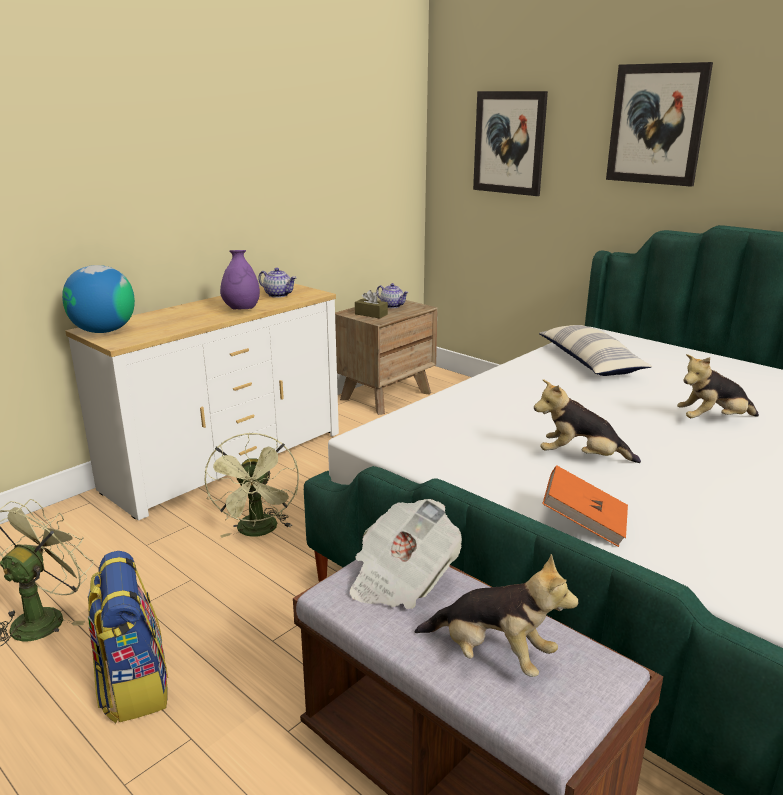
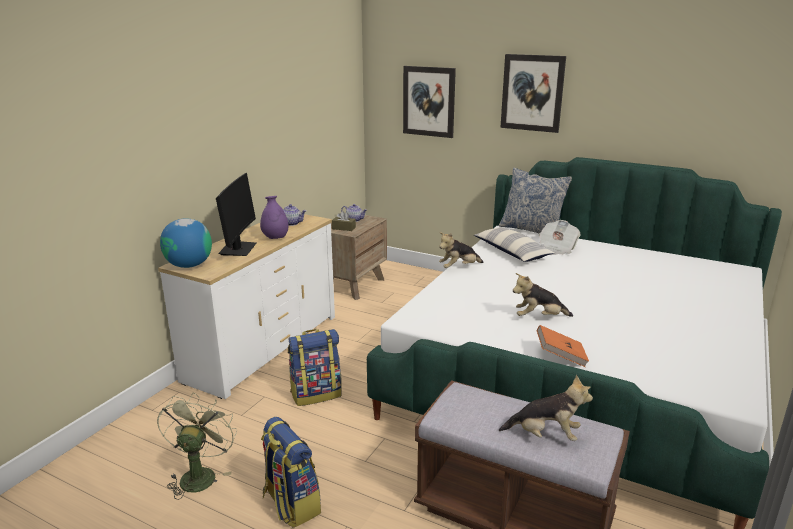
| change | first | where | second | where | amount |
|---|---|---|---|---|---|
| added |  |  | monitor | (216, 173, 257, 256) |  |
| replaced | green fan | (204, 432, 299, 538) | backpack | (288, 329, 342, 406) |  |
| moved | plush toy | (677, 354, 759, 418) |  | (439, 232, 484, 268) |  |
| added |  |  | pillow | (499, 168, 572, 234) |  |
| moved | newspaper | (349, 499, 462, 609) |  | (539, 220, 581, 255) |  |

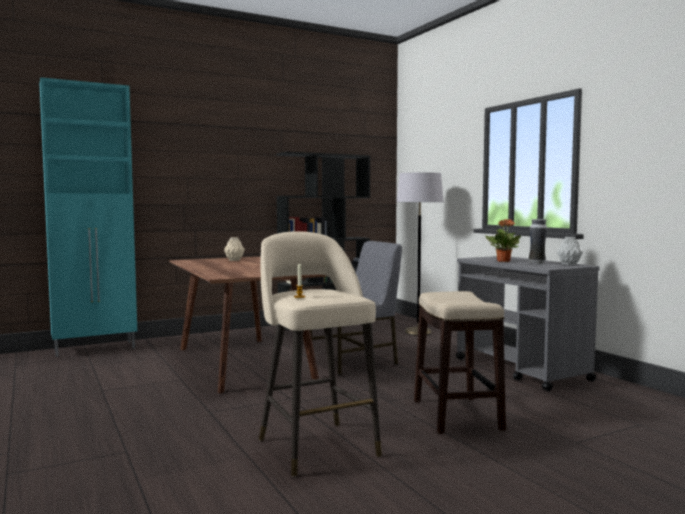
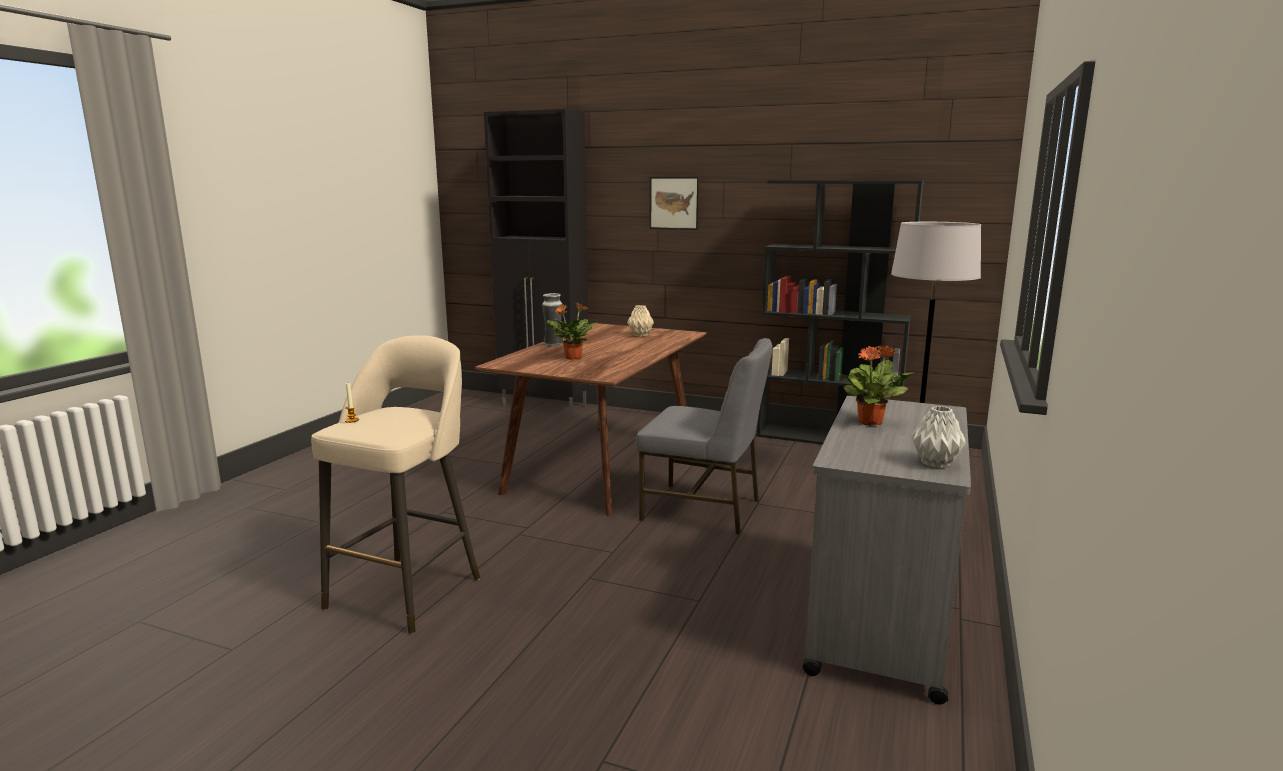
| change | first | where | second | where | amount |
|---|---|---|---|---|---|
| recoloured | turquoise cabinet | (40, 77, 137, 357) | black cabinet | (484, 109, 589, 415) |  |
| moved | vase | (529, 219, 547, 263) |  | (542, 293, 563, 347) |  |
| added |  |  | potted plant | (547, 302, 597, 360) |  |
| added |  |  | picture | (649, 177, 699, 230) |  |
| removed | stool | (414, 291, 506, 434) |  |  |  |

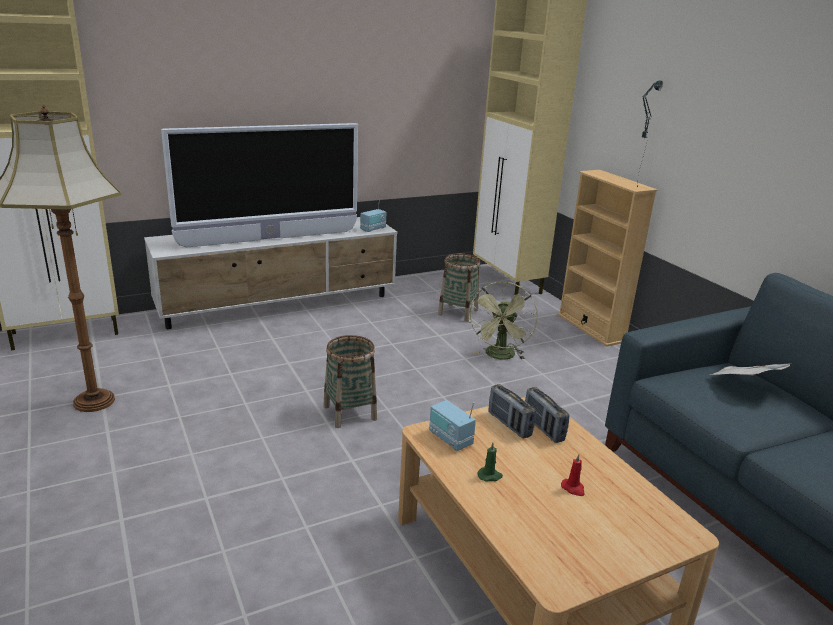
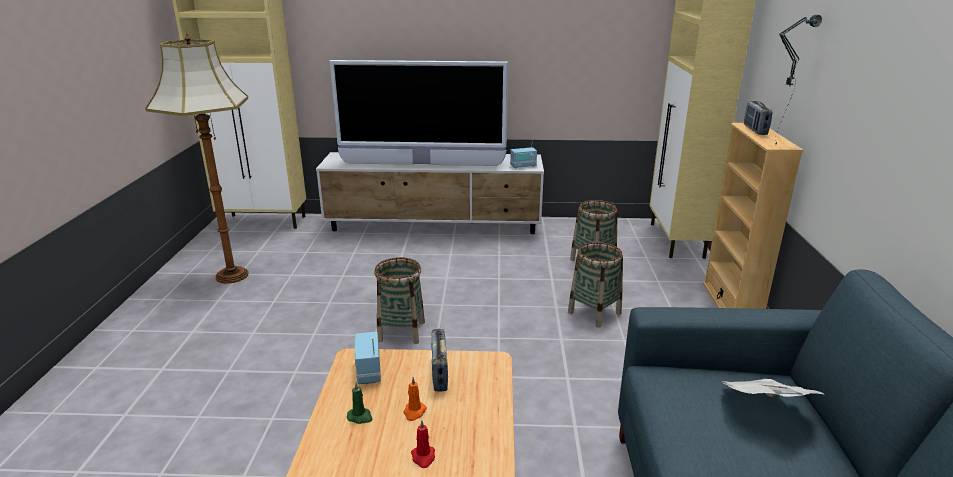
| change | first | where | second | where | amount |
|---|---|---|---|---|---|
| added |  |  | orange candle | (403, 377, 427, 421) |  |
| replaced | green fan | (469, 282, 538, 360) | basket | (568, 242, 623, 327) |  |
| moved | radio | (525, 387, 569, 443) |  | (744, 101, 773, 135) |  |

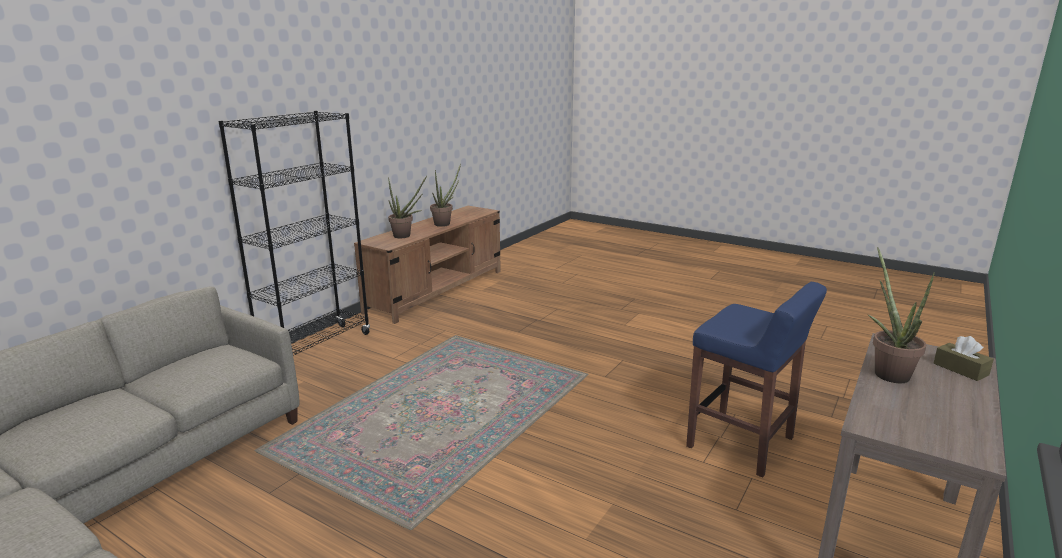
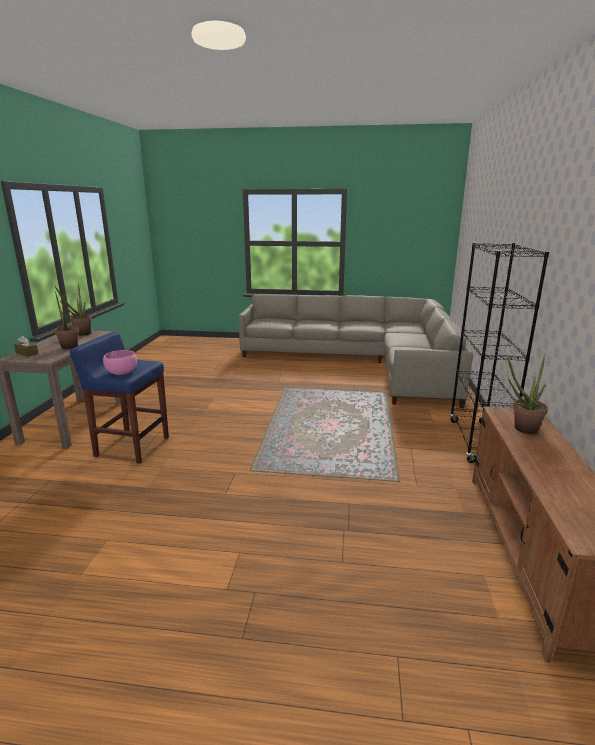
| change | first | where | second | where | amount |
|---|---|---|---|---|---|
| moved | potted plant | (430, 163, 461, 227) |  | (55, 284, 92, 336) |  |
| added |  |  | pink bowl | (103, 350, 137, 375) |  |

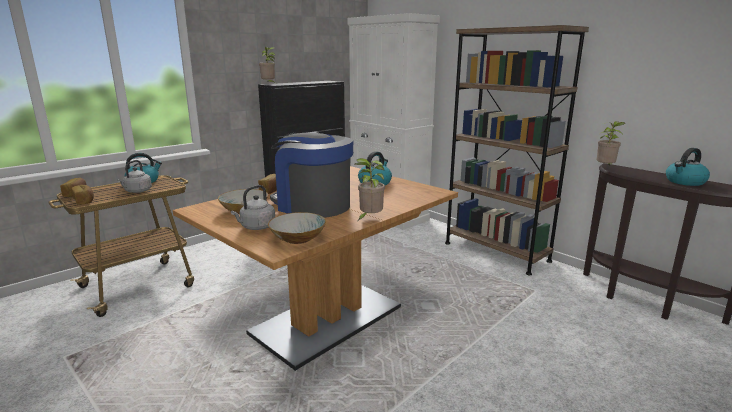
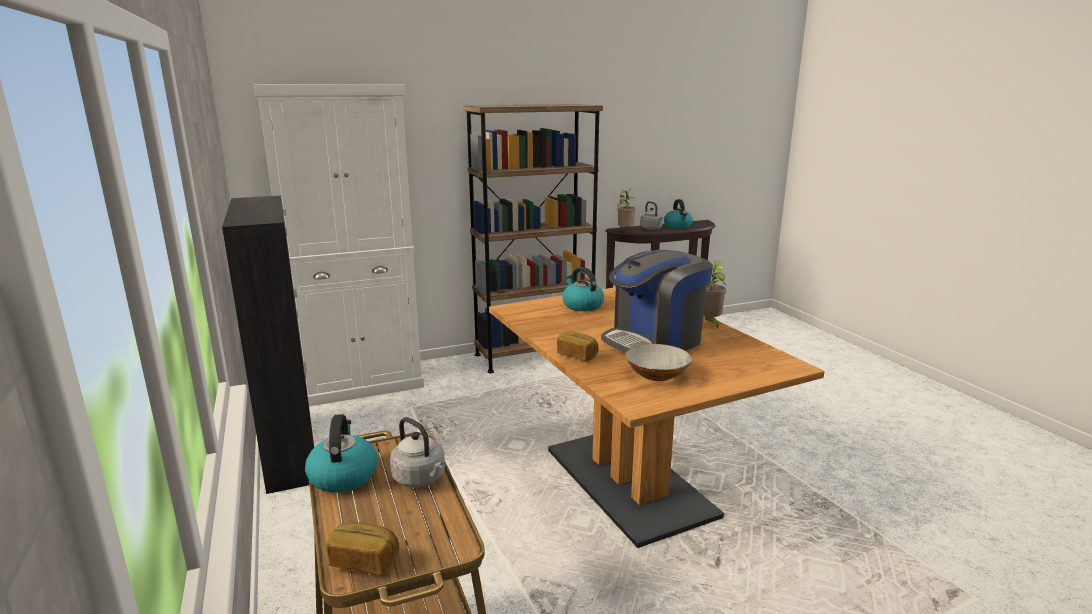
| change | first | where | second | where | amount |
|---|---|---|---|---|---|
| moved | grey kettle | (231, 185, 275, 230) |  | (640, 201, 663, 230) |  |
| removed | bread | (71, 185, 94, 205) |  |  |  |
| removed | potted plant | (259, 47, 276, 83) |  |  |  |
| removed | bowl | (268, 212, 326, 244) |  |  |  |

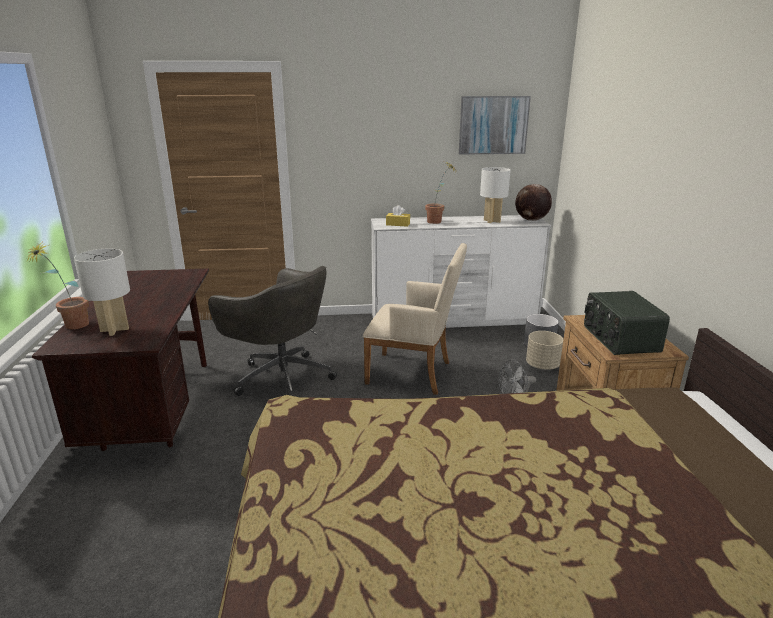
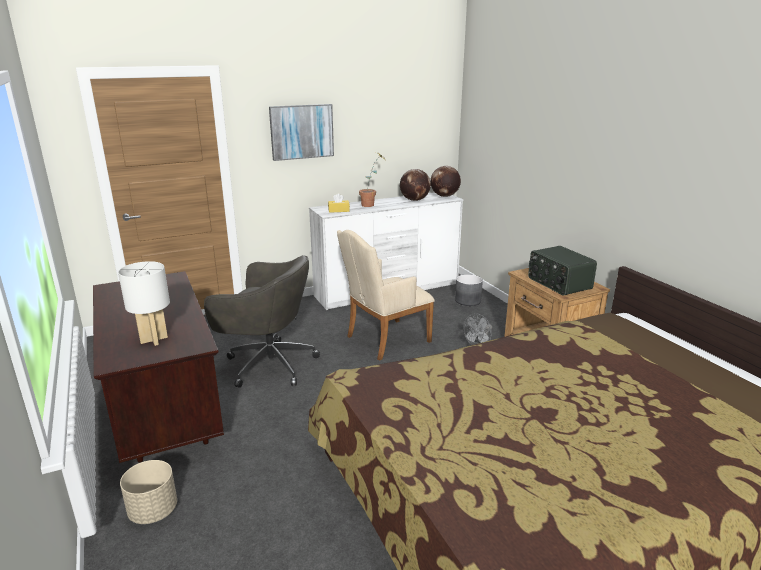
| change | first | where | second | where | amount |
|---|---|---|---|---|---|
| moved | beige planter | (526, 331, 563, 370) |  | (120, 460, 177, 524) |  |
| moved | picture | (459, 96, 531, 155) |  | (269, 104, 334, 161) |  |
| turned | beige armchair | (363, 243, 467, 395) |  | (337, 230, 435, 361) | 150 degrees clockwise |
| replaced | white table lamp | (480, 167, 511, 223) | globe | (400, 169, 431, 201) |  |
| removed | potted plant | (25, 241, 89, 329) |  |  |  |

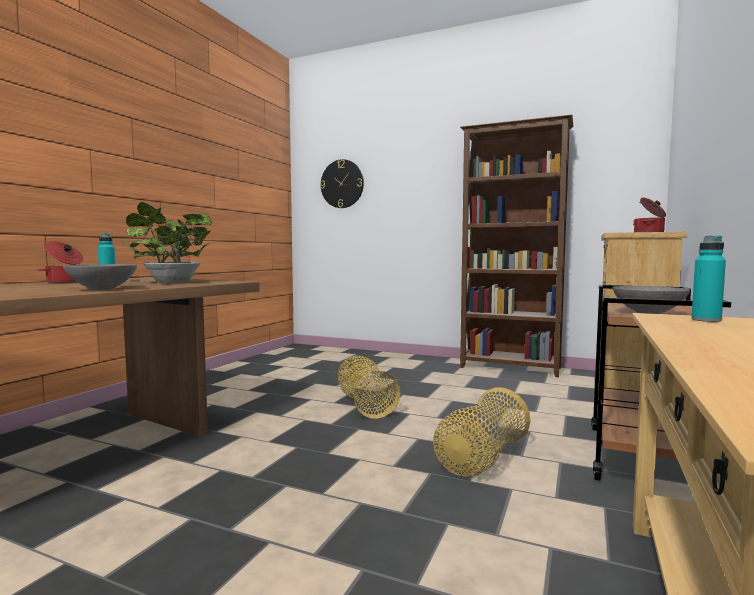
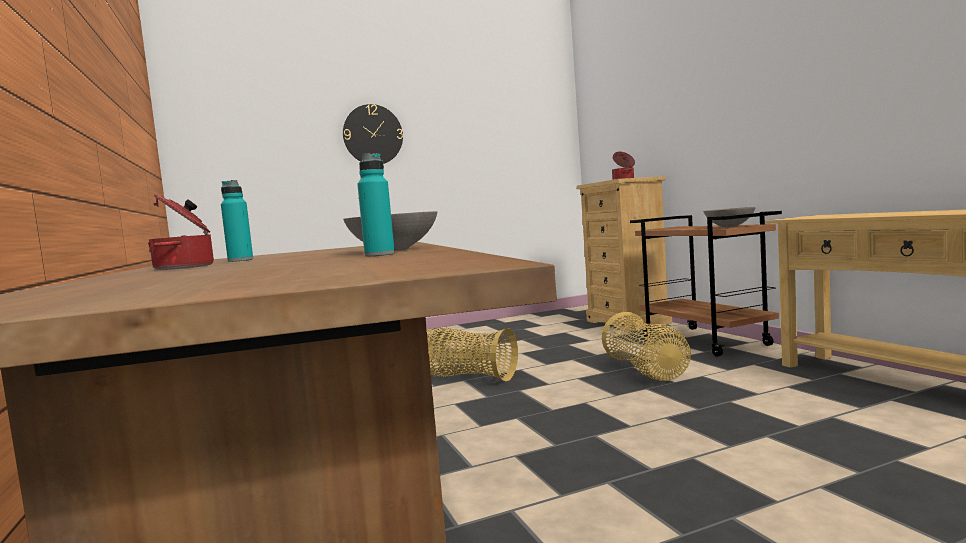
| change | first | where | second | where | amount |
|---|---|---|---|---|---|
| moved | wall clock | (320, 159, 364, 208) |  | (343, 104, 403, 164) |  |
| moved | turquoise bottle | (691, 236, 726, 322) |  | (357, 153, 395, 257) |  |
| removed | potted plant | (123, 202, 212, 284) |  |  |  |
| removed | brown bookcase | (460, 115, 574, 377) |  |  |  |

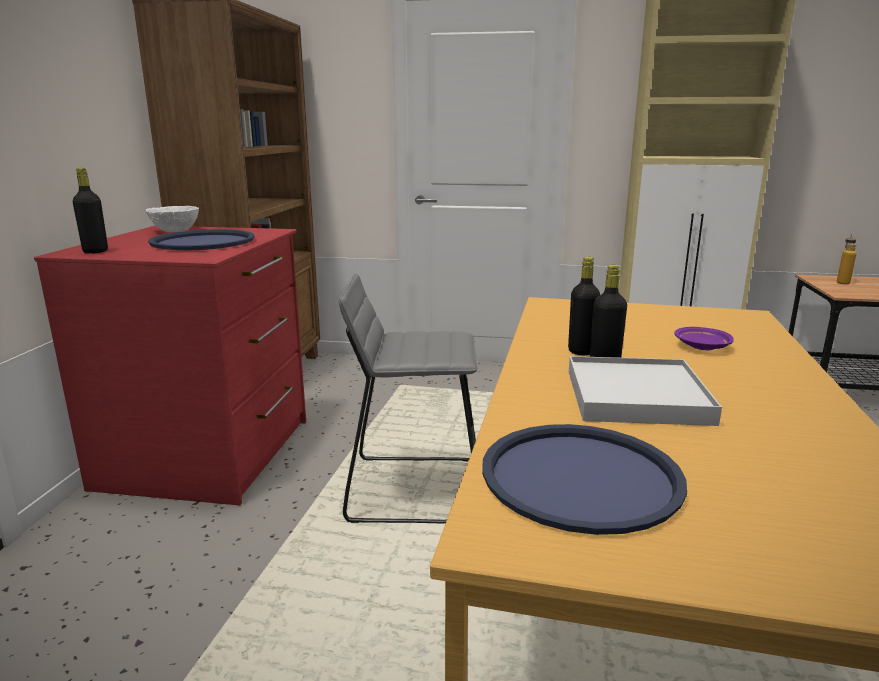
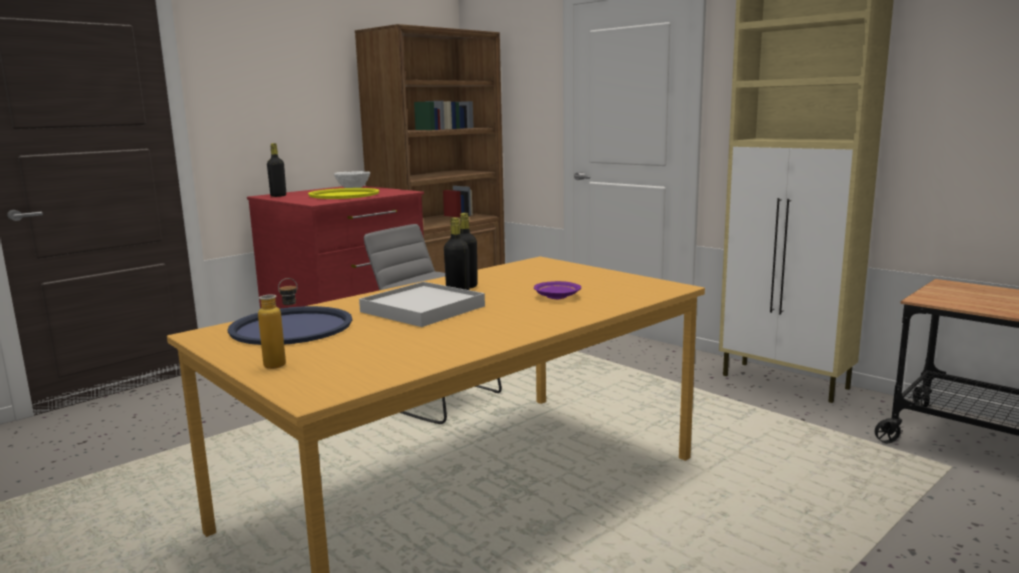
| change | first | where | second | where | amount |
|---|---|---|---|---|---|
| moved | bottle | (837, 234, 857, 284) |  | (258, 278, 297, 369) |  |
| recoloured | blue tray | (148, 229, 255, 250) | yellow tray | (308, 188, 379, 199) |  |

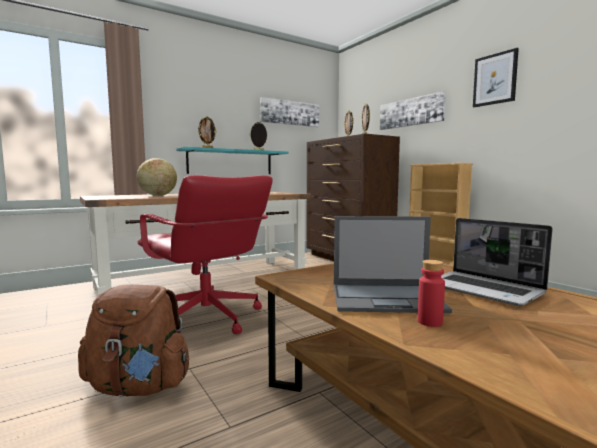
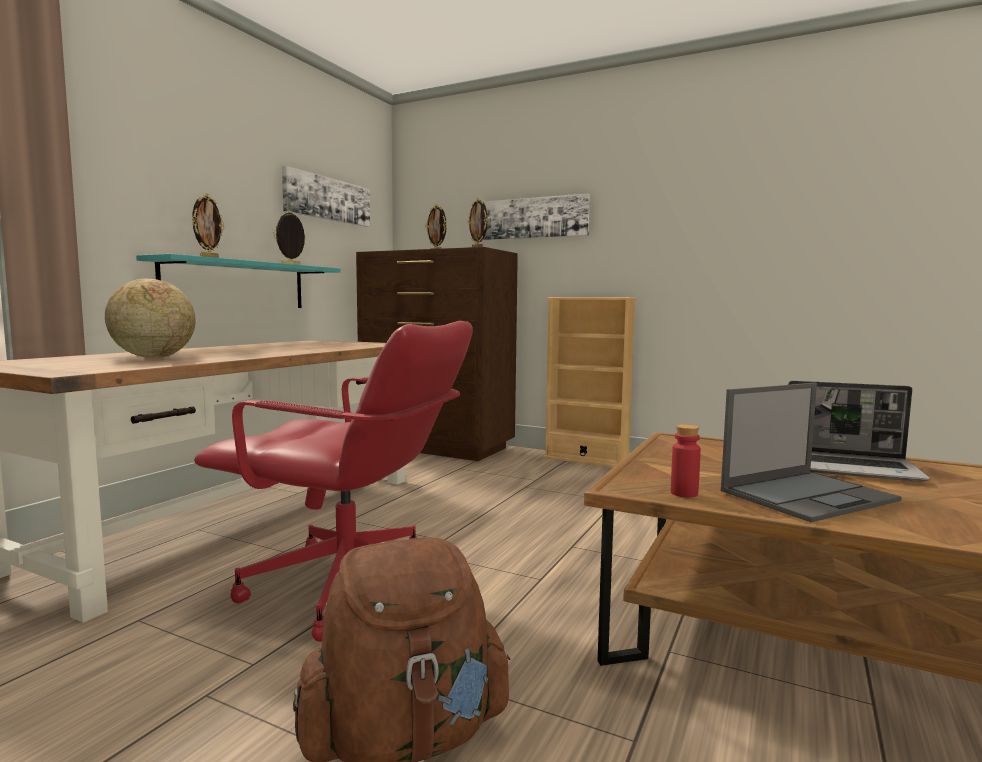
| change | first | where | second | where | amount |
|---|---|---|---|---|---|
| moved | red bottle | (418, 260, 445, 327) |  | (671, 424, 701, 498) |  |
| removed | picture | (473, 48, 519, 107) |  |  |  |

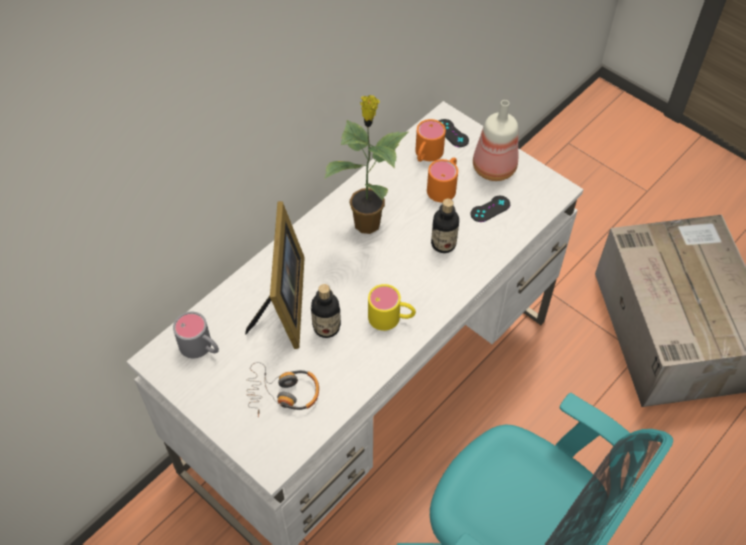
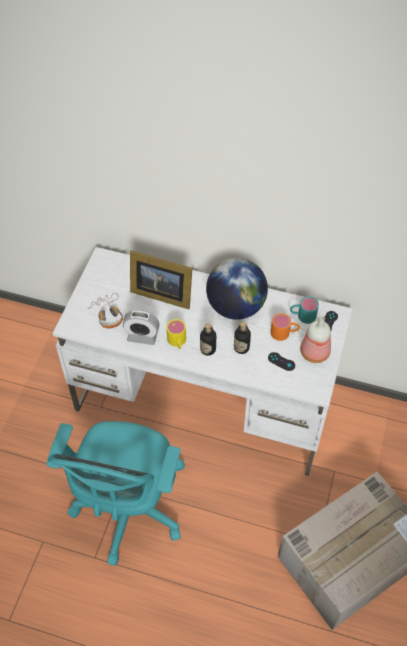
| change | first | where | second | where | amount |
|---|---|---|---|---|---|
| added |  |  | alarm clock | (123, 310, 160, 345) |  |
| turned | picture frame | (245, 201, 305, 349) |  | (130, 251, 192, 309) | 45 degrees clockwise |
| moved | bottle | (311, 284, 341, 338) |  | (200, 323, 216, 356) |  |
| replaced | potted plant | (325, 95, 408, 234) | globe | (206, 258, 268, 320) |  |
| recoloured | orange mug | (415, 119, 446, 162) | turquoise mug | (290, 297, 319, 324) |  |
| removed | grey mug | (173, 312, 219, 359) |  |  |  |

